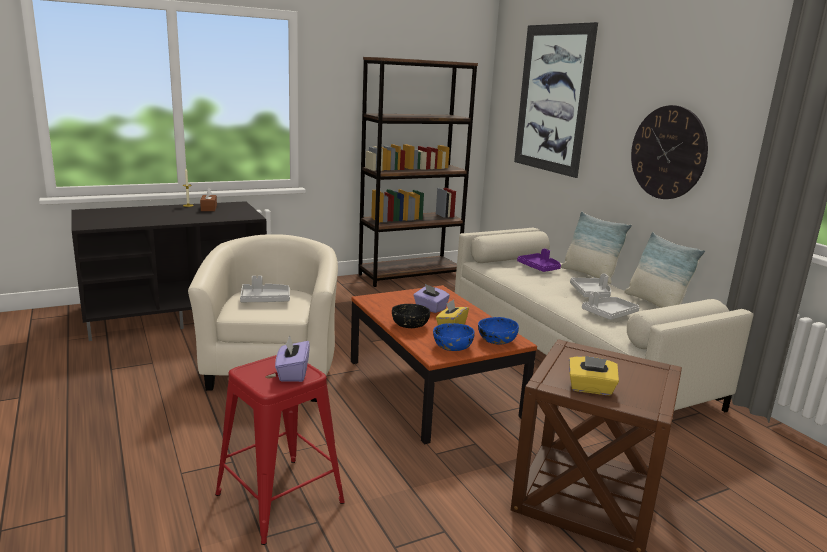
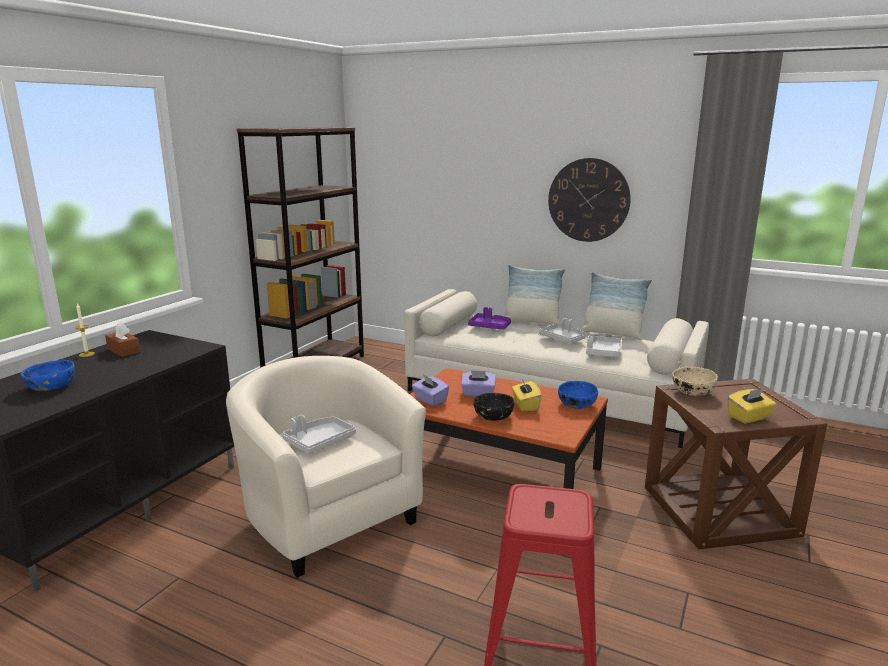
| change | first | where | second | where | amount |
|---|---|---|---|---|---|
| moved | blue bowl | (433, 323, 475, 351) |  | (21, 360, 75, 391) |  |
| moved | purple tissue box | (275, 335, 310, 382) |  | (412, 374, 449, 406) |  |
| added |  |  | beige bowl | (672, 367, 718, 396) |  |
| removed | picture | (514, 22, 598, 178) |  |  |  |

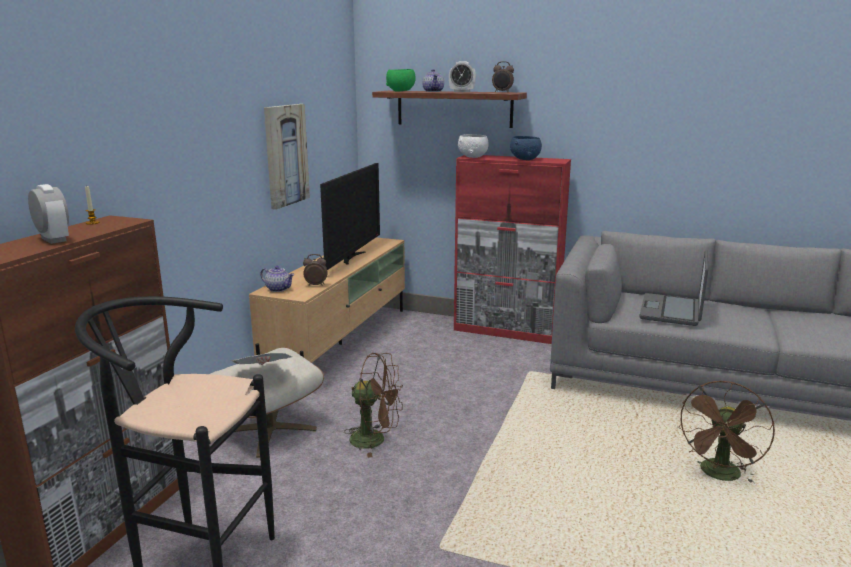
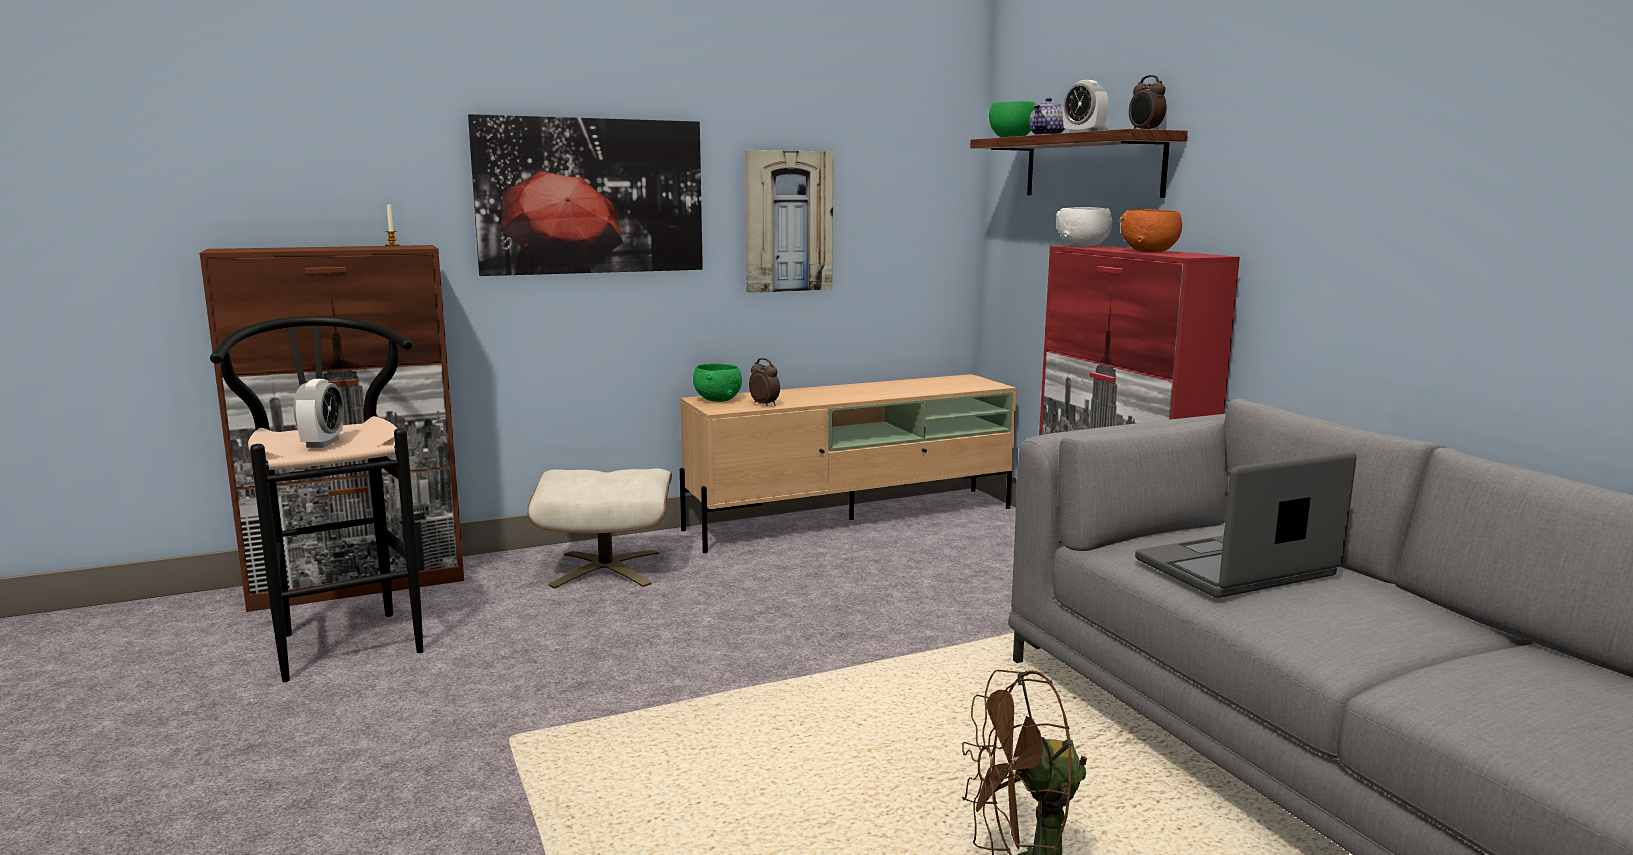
| change | first | where | second | where | amount |
|---|---|---|---|---|---|
| moved | alarm clock | (28, 184, 69, 244) |  | (293, 379, 344, 448) |  |
| added |  |  | picture | (468, 114, 703, 276) |  |
| replaced | teapot | (260, 266, 294, 292) | green bowl | (693, 363, 742, 402) |  |
| recoloured | blue bowl | (510, 136, 542, 160) | orange bowl | (1121, 209, 1182, 253) |  |
| removed | newspaper | (230, 353, 292, 365) |  |  |  |
| removed | television | (320, 163, 380, 270) |  |  |  |
| removed | brown fan | (344, 353, 403, 458) |  |  |  |

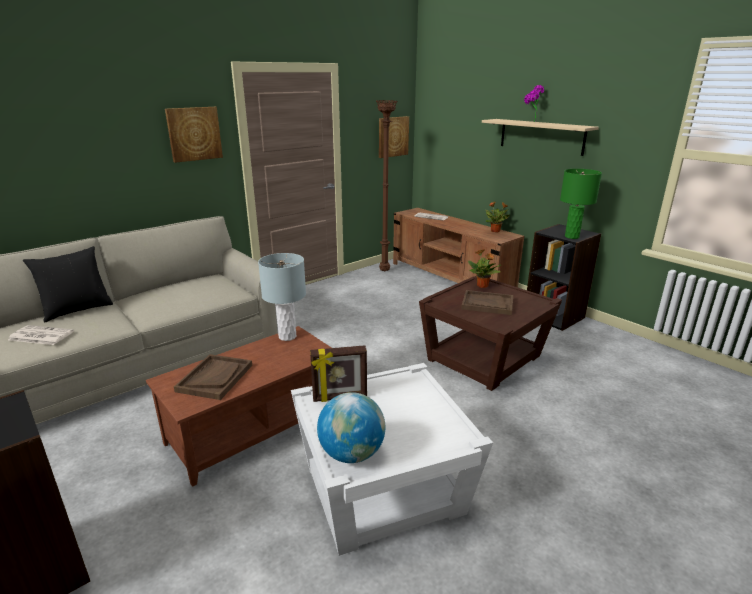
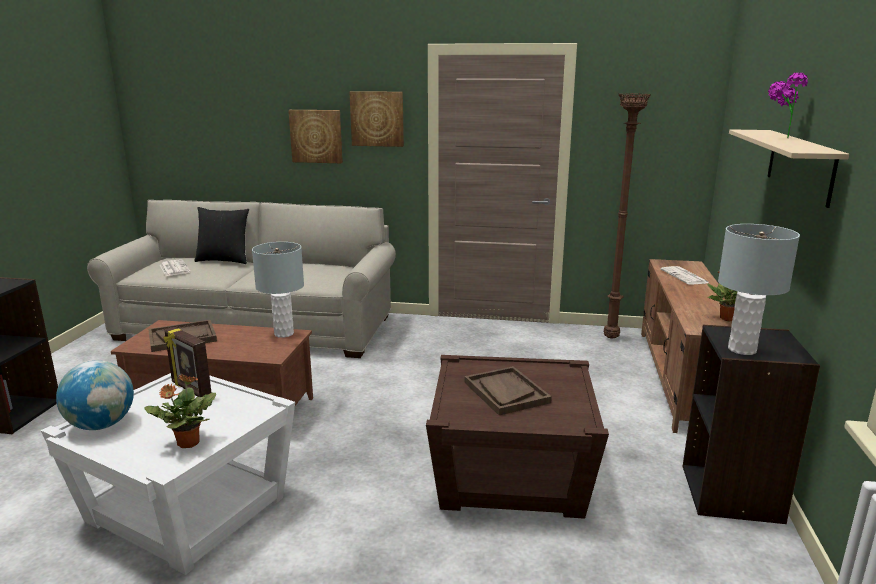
| change | first | where | second | where | amount |
|---|---|---|---|---|---|
| moved | potted plant | (468, 249, 501, 288) |  | (145, 373, 216, 448) |  |
| moved | picture | (379, 116, 409, 158) |  | (288, 110, 343, 163) |  |
| recoloured | green table lamp | (560, 169, 602, 239) | grey table lamp | (718, 224, 800, 355) |  |

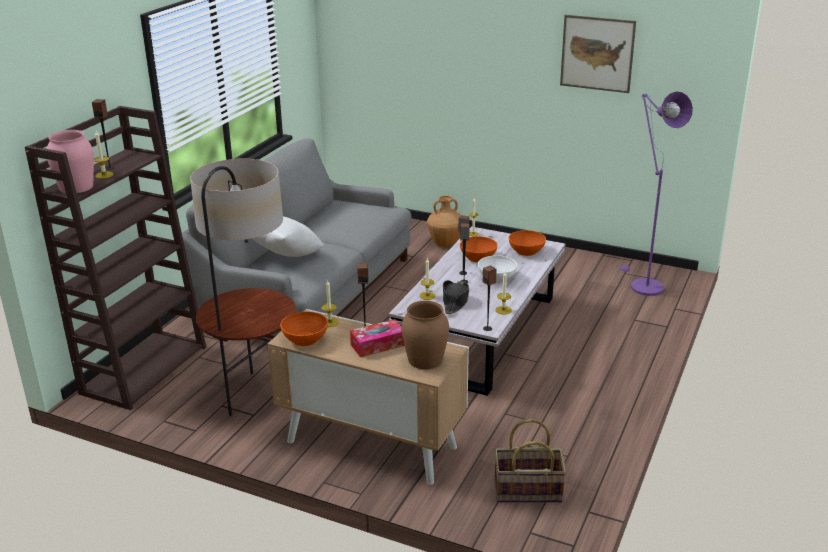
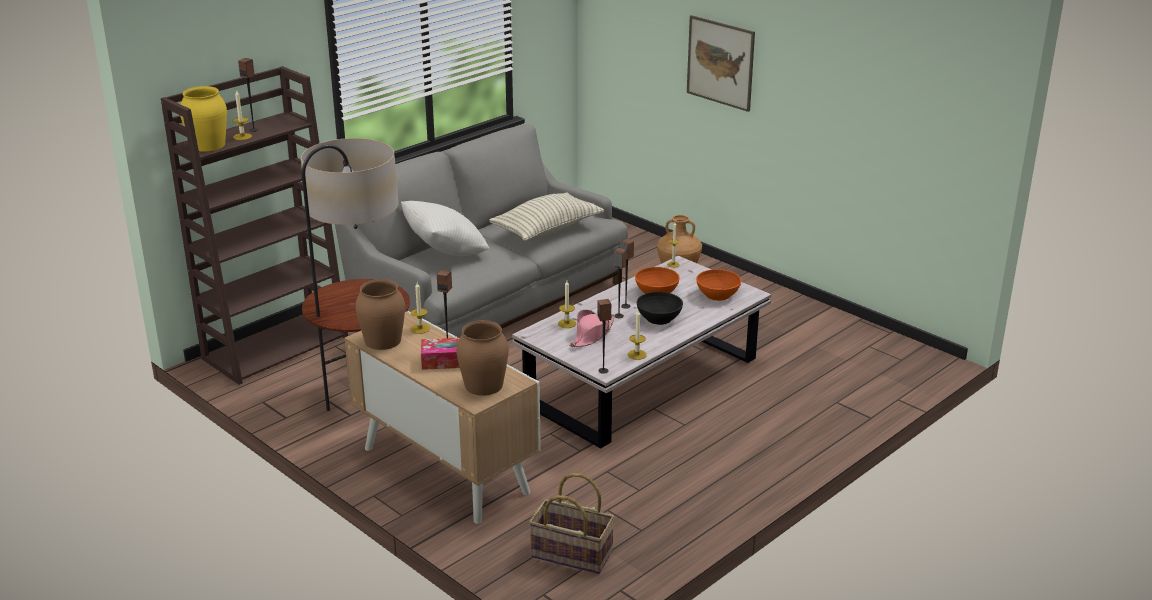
| change | first | where | second | where | amount |
|---|---|---|---|---|---|
| recoloured | pink vase | (47, 130, 94, 193) | yellow vase | (180, 86, 227, 152) |  |
| replaced | orange bowl | (280, 311, 328, 346) | brown vase | (355, 279, 405, 350) |  |
| added |  |  | pillow | (489, 192, 604, 241) |  |
| recoloured | black hat | (443, 280, 469, 314) | pink hat | (569, 310, 615, 347) |  |
| recoloured | white bowl | (478, 255, 517, 283) | black bowl | (637, 292, 683, 325) |  |
| moved | picture | (560, 15, 636, 93) |  | (687, 15, 755, 112) |  |
| removed | purple floor lamp | (616, 92, 693, 296) |  |  |  |

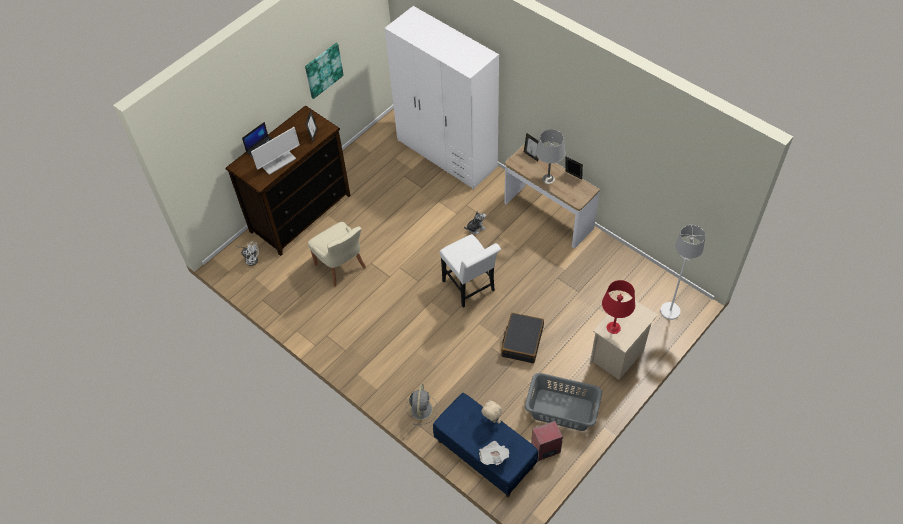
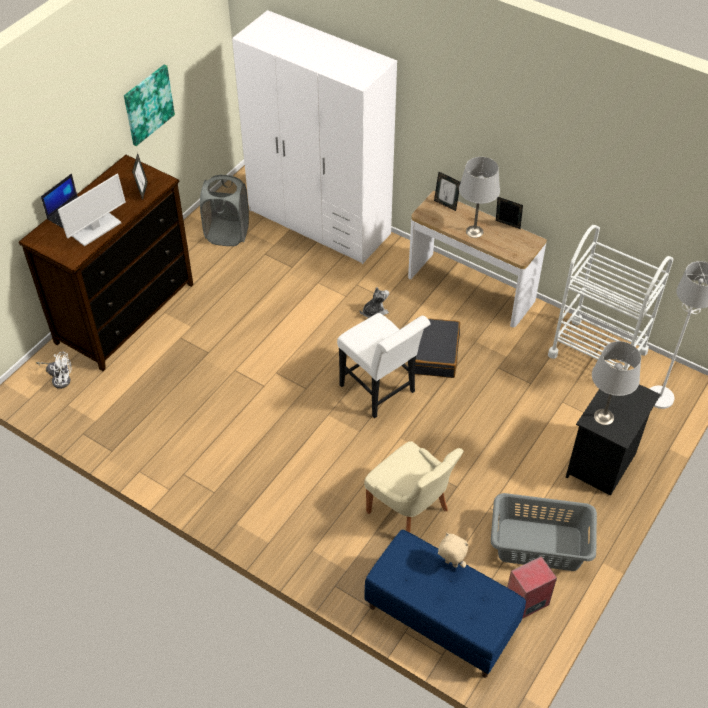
| change | first | where | second | where | amount |
|---|---|---|---|---|---|
| added |  |  | grey laundry basket | (200, 174, 249, 246) |  |
| moved | beige chair | (308, 222, 366, 287) |  | (364, 441, 464, 532) |  |
| moved | black suitcase | (501, 313, 544, 363) |  | (415, 318, 460, 378) |  |
| added |  |  | white cart | (548, 225, 674, 370) |  |
| recoloured | beige nightstand | (590, 294, 658, 380) | black nightstand | (566, 384, 661, 496) |  |
| recoloured | red table lamp | (602, 280, 635, 334) | grey table lamp | (592, 341, 641, 425) |  |
| removed | grey fan | (406, 384, 437, 425) |  |  |  |
| removed | newspaper | (479, 441, 509, 465) |  |  |  |

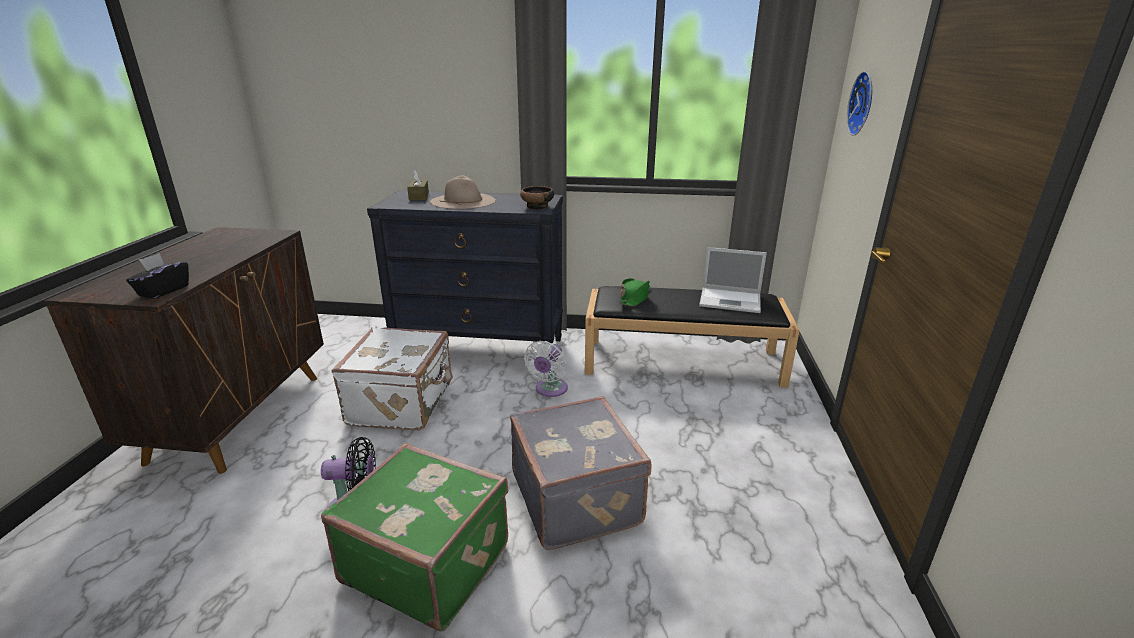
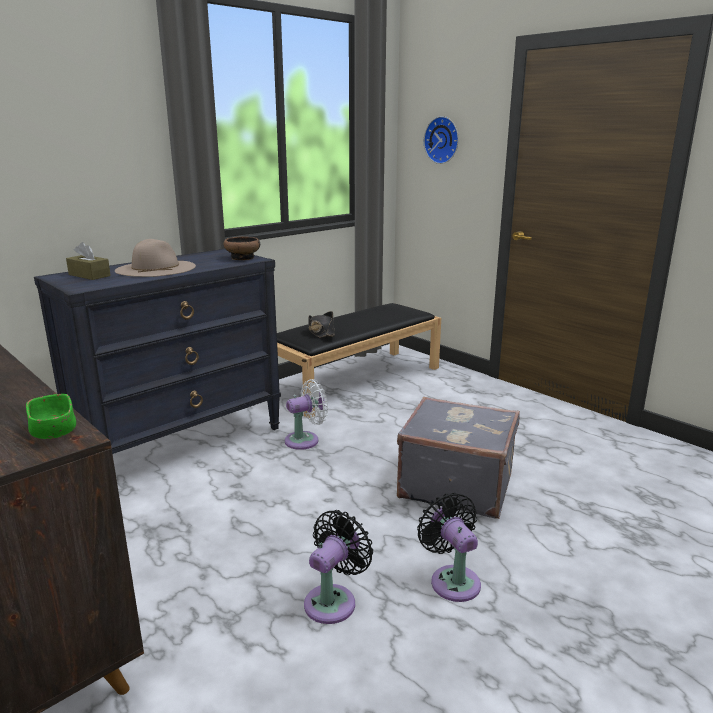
| change | first | where | second | where | amount |
|---|---|---|---|---|---|
| replaced | black tissue box | (126, 253, 189, 299) | green bowl | (26, 394, 76, 439) |  |
| turned | white fan | (524, 341, 568, 397) |  | (285, 379, 328, 450) | 90 degrees counterclockwise |
| recoloured | green hat | (619, 278, 650, 306) | black hat | (308, 311, 335, 338) |  |
| replaced | green suitcase | (321, 443, 508, 631) | black fan | (417, 493, 481, 602) |  |
| removed | white suitcase | (331, 326, 453, 430) |  |  |  |
| removed | laptop | (699, 247, 767, 313) |  |  |  |

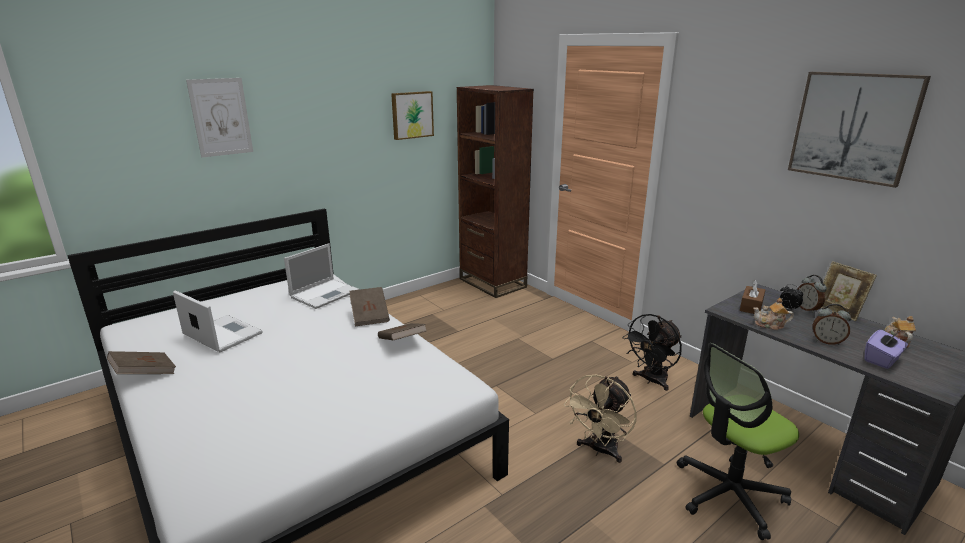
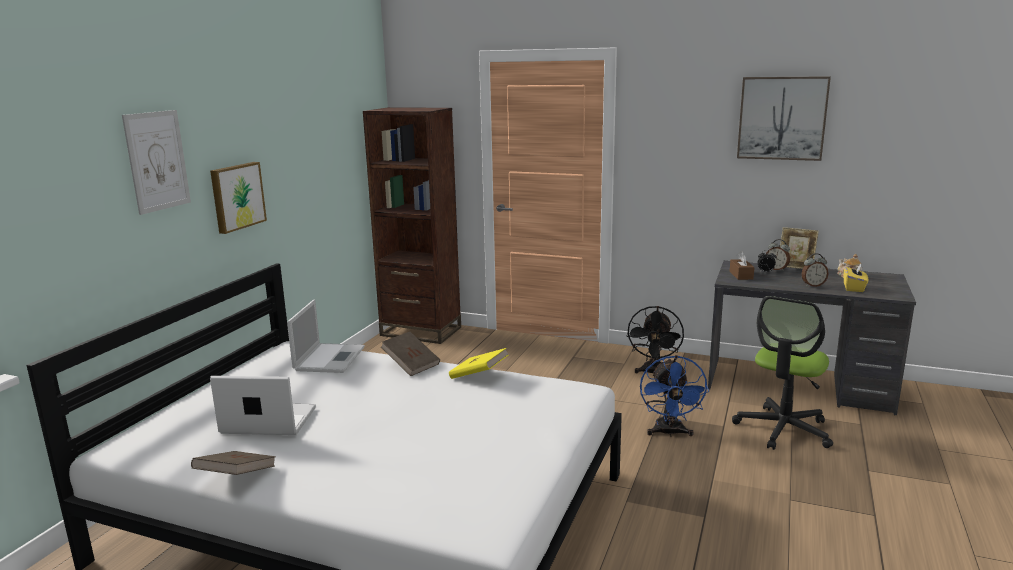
| change | first | where | second | where | amount |
|---|---|---|---|---|---|
| moved | picture | (391, 91, 434, 140) |  | (210, 162, 267, 234) |  |
| recoloured | brown book | (378, 323, 426, 340) | yellow book | (449, 348, 508, 379) |  |
| recoloured | beige fan | (564, 375, 636, 463) | blue fan | (640, 355, 710, 437) |  |
| recoloured | purple tissue box | (865, 330, 908, 369) | yellow tissue box | (844, 263, 868, 292) |  |
| removed | teapot | (753, 298, 794, 330) |  |  |  |

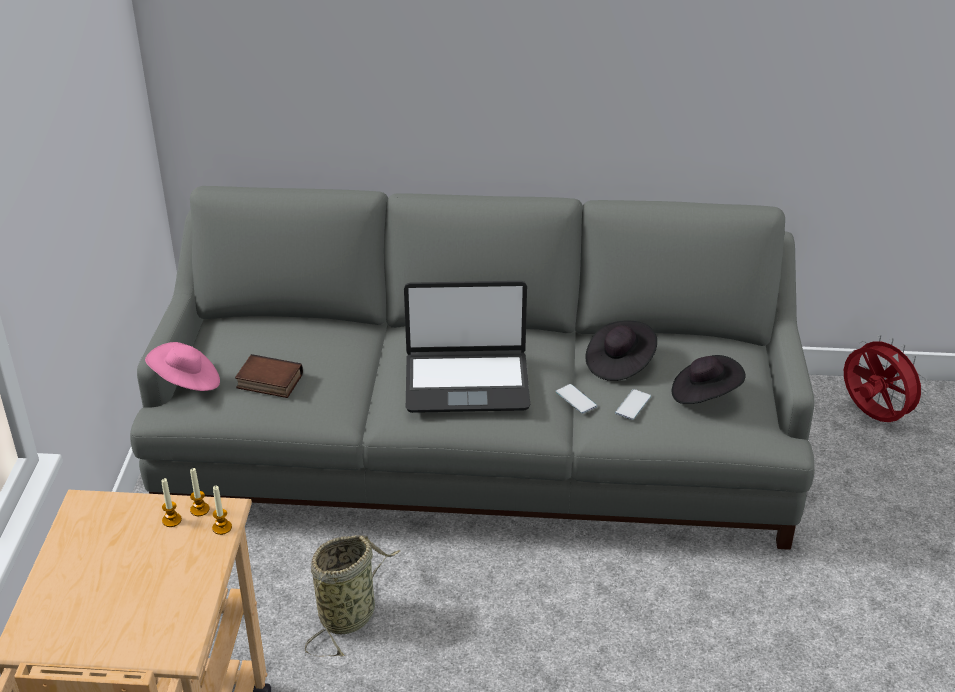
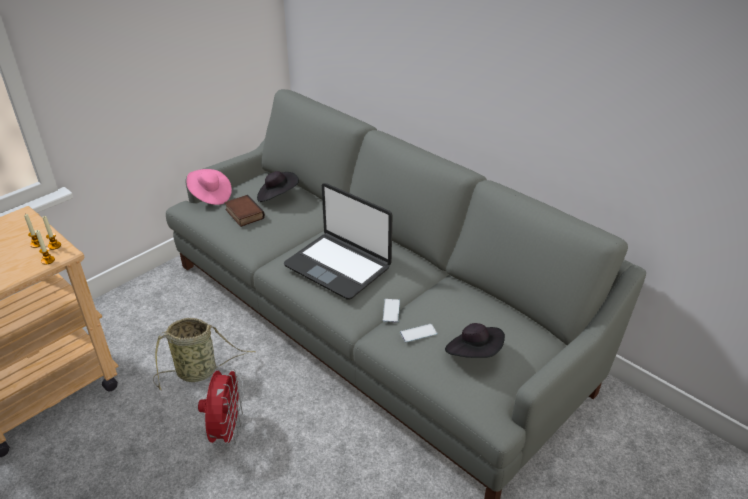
| change | first | where | second | where | amount |
|---|---|---|---|---|---|
| moved | red fan | (844, 335, 928, 422) |  | (198, 367, 244, 448) |  |
| moved | black hat | (585, 320, 657, 381) |  | (257, 171, 299, 202) |  |

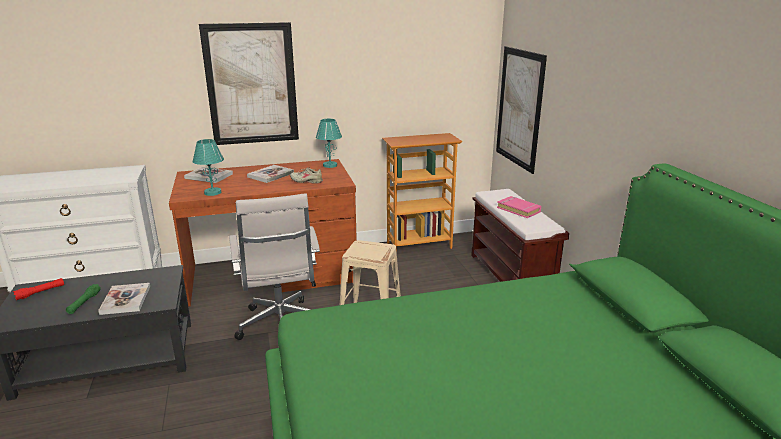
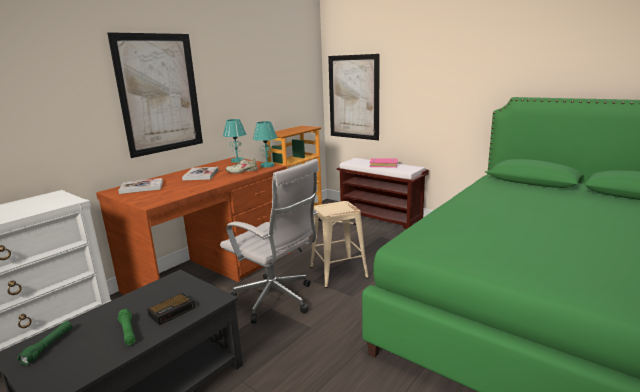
| change | first | where | second | where | amount |
|---|---|---|---|---|---|
| recoloured | red flashlight | (13, 278, 64, 300) | green flashlight | (17, 321, 72, 365) |  |
| replaced | book | (98, 283, 150, 315) | alarm clock | (147, 293, 195, 325) |  |
| moved | turquoise table lamp | (193, 139, 224, 196) |  | (253, 121, 278, 168) |  |

